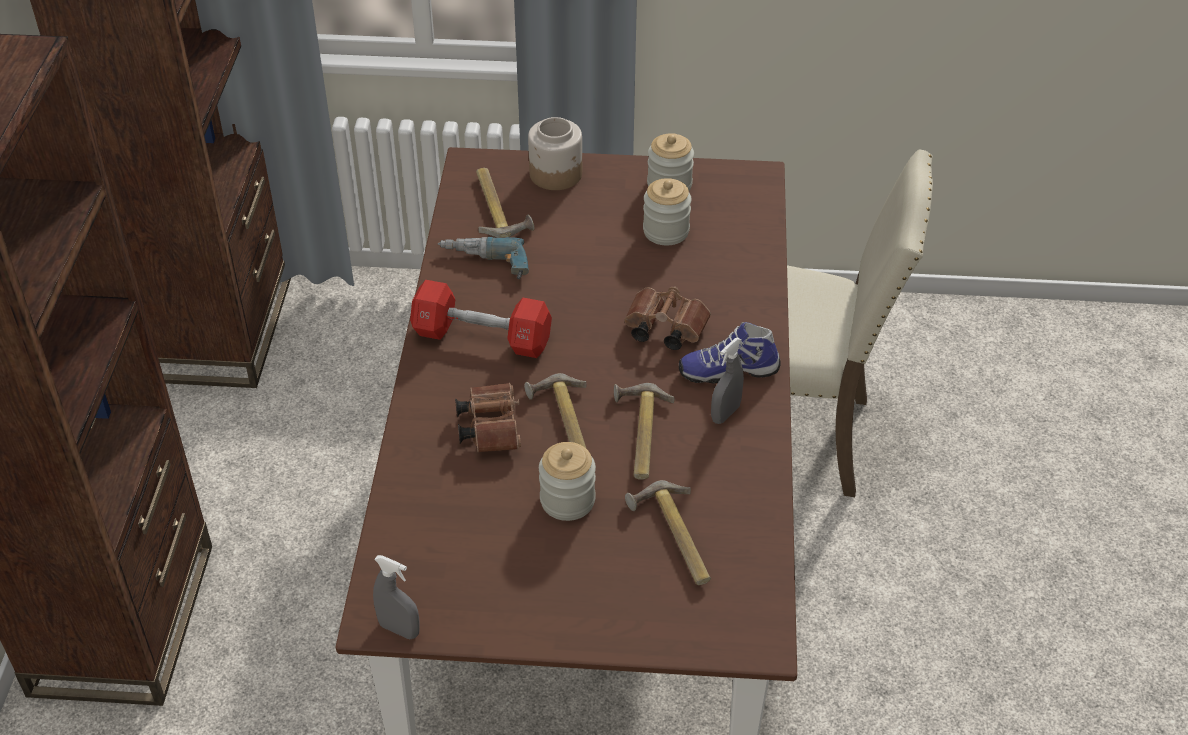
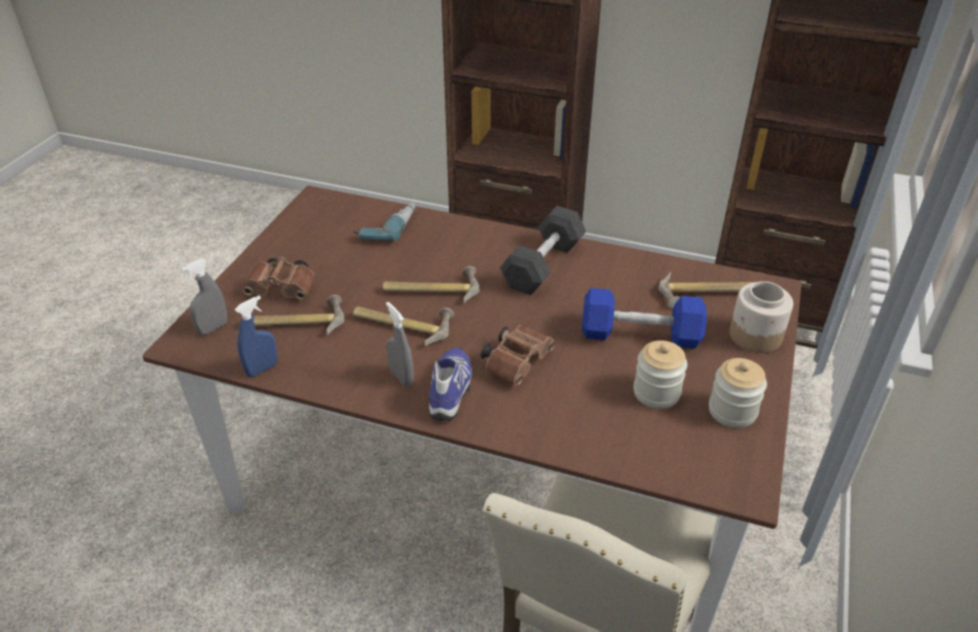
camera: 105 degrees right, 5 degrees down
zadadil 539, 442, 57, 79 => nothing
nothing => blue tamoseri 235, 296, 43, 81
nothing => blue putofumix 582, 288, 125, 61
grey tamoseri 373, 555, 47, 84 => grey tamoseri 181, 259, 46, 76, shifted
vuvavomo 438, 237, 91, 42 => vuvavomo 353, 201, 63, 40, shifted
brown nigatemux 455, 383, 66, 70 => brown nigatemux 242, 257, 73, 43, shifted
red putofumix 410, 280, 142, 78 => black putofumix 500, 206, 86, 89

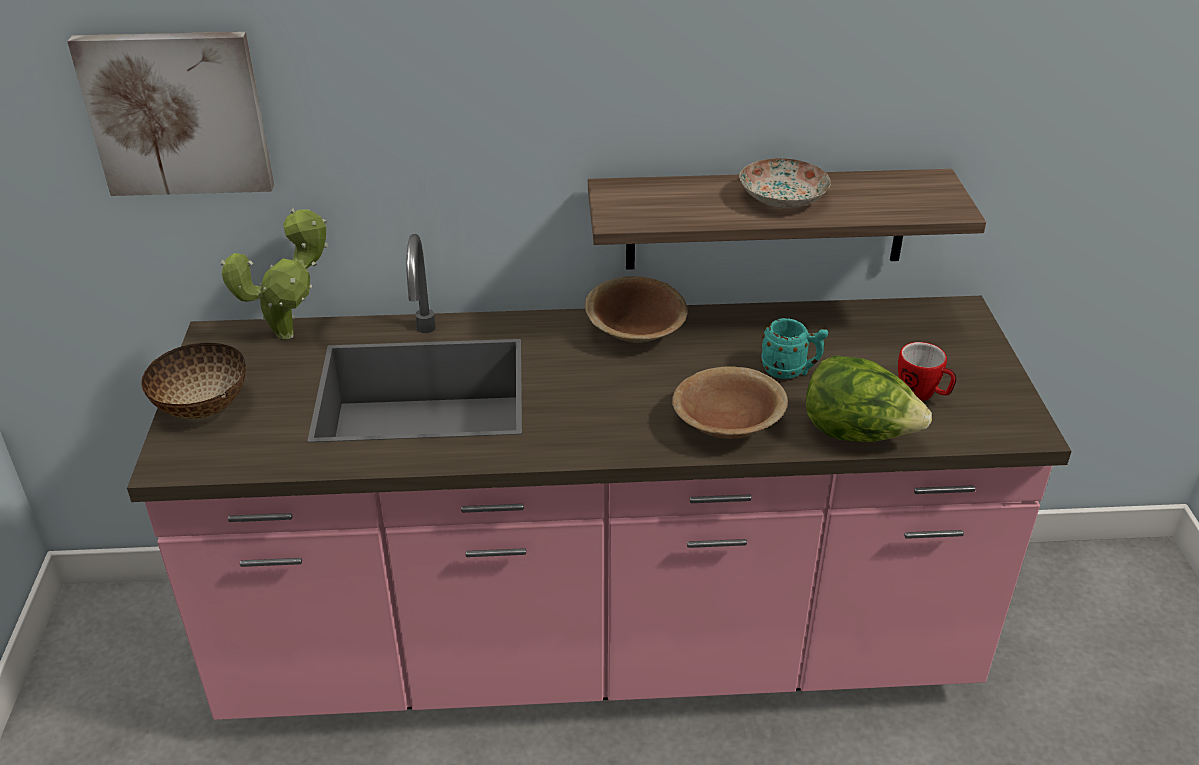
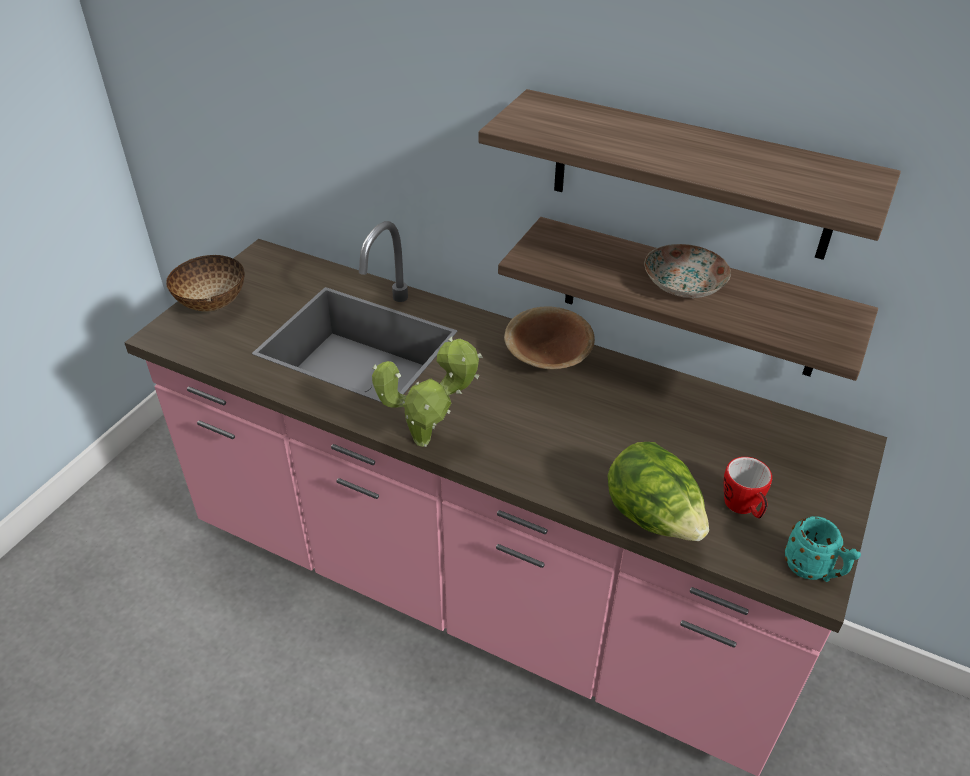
camera: 30 degrees right, 5 degrees up
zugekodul 67, 32, 207, 164 => nothing
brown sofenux 672, 367, 116, 72 => nothing
nothing => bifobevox 479, 89, 422, 171
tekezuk 220, 208, 108, 132 => tekezuk 372, 337, 111, 110, shifted
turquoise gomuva 761, 318, 67, 61 => turquoise gomuva 785, 516, 76, 66, shifted

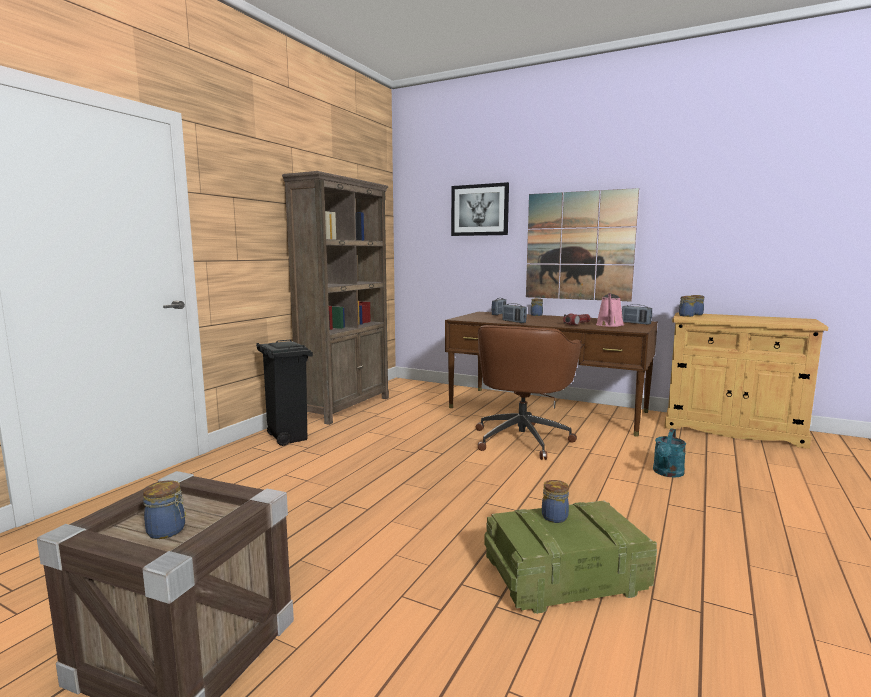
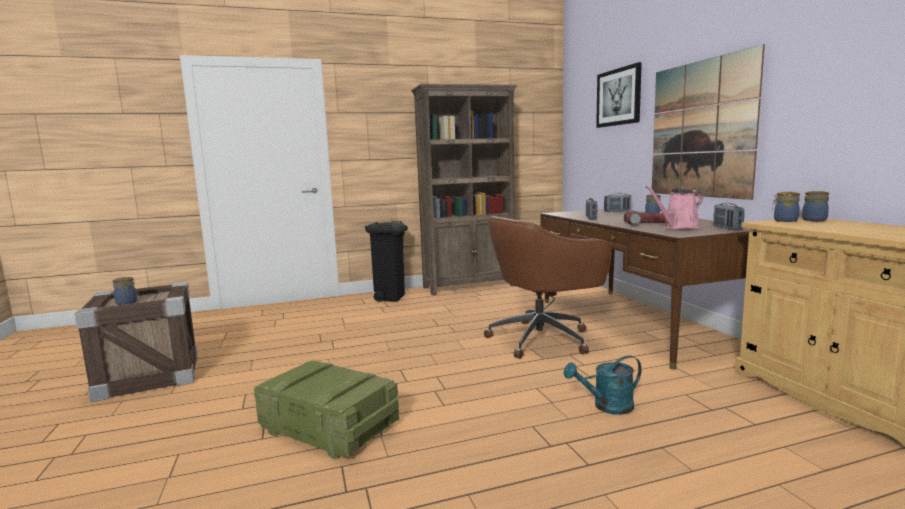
camera: 45 degrees right, 0 degrees up
zadadil 542, 480, 27, 43 => nothing

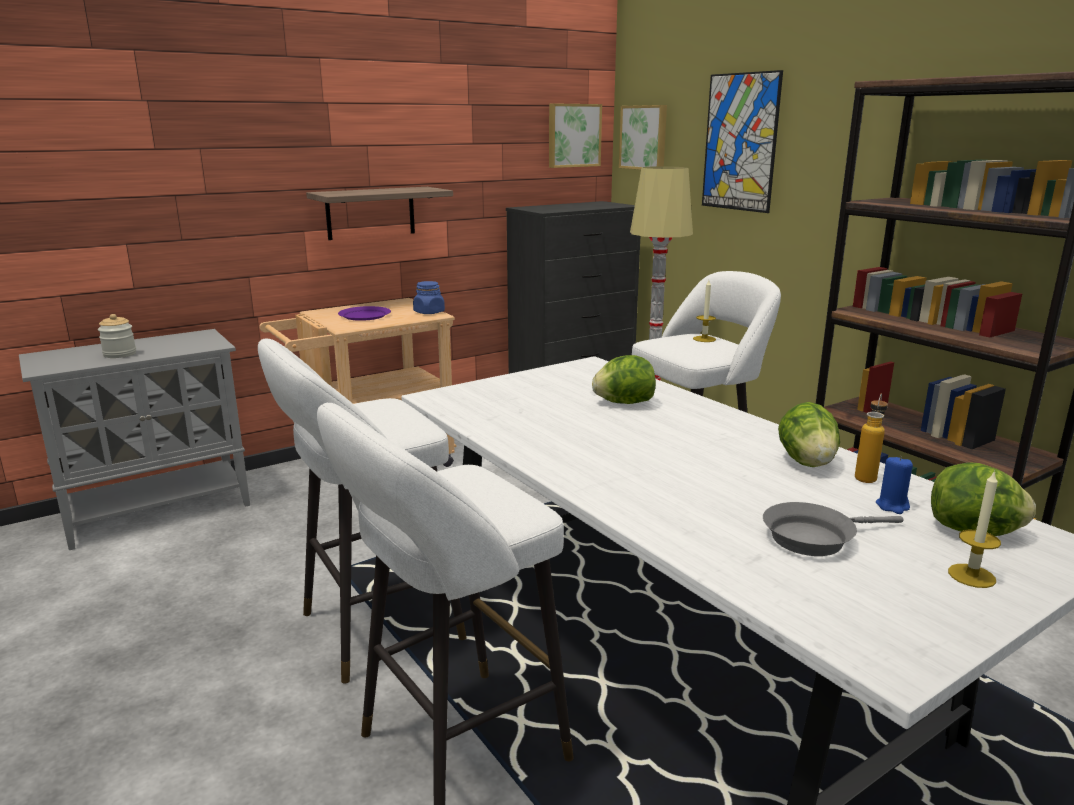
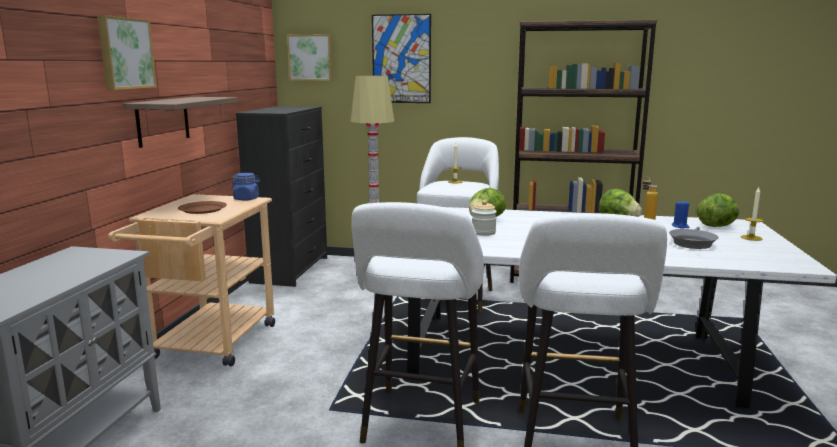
camera: 45 degrees left, 5 degrees down
zadadil 98, 314, 38, 44 => zadadil 472, 200, 25, 36, shifted
zugekodul 549, 103, 53, 65 => zugekodul 97, 15, 60, 75, shifted
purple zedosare 338, 306, 53, 15 => brown zedosare 178, 201, 49, 13

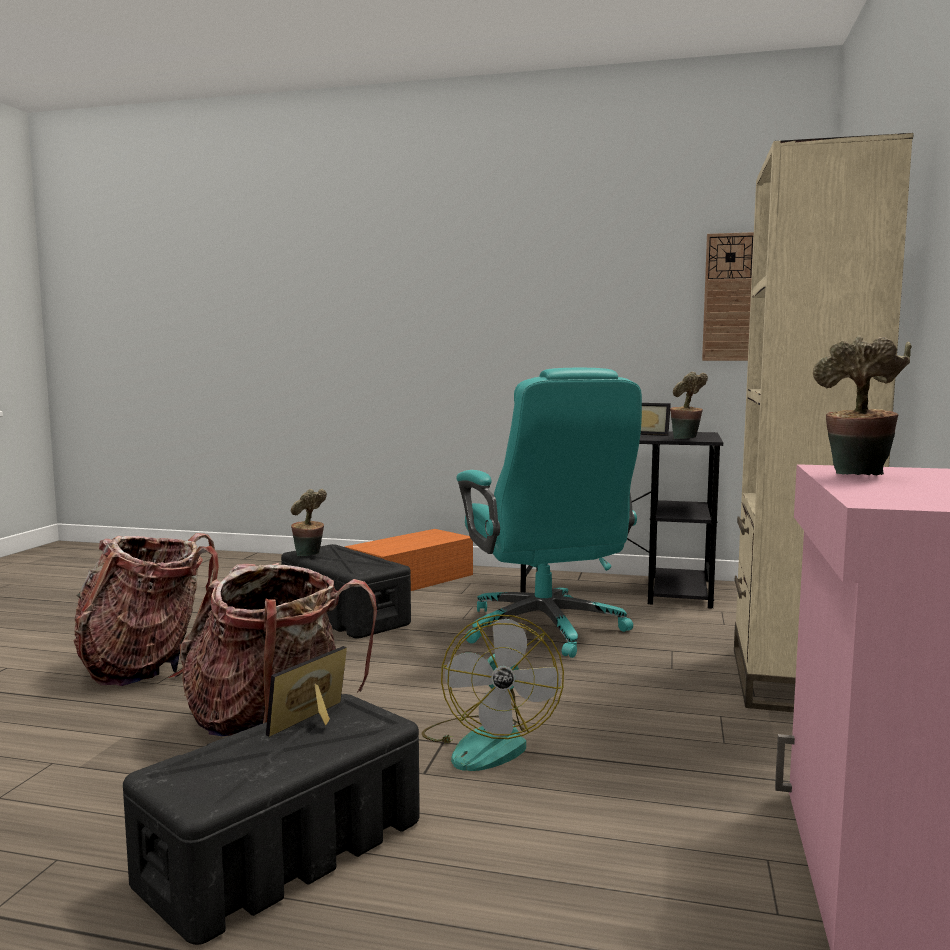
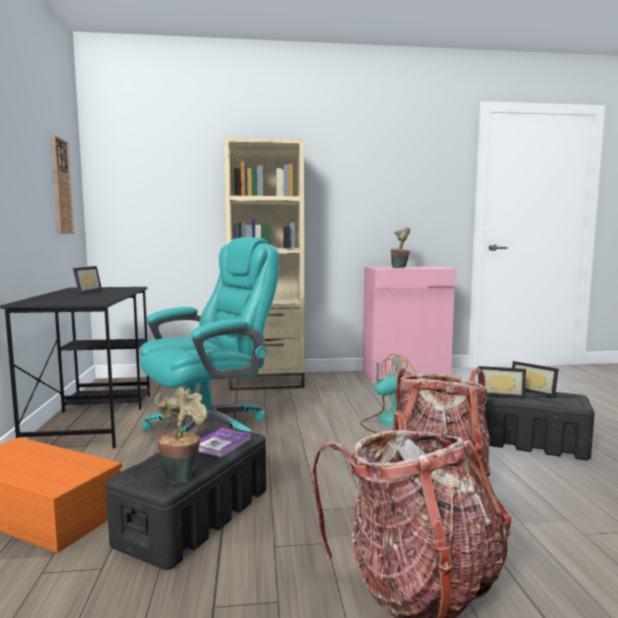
camera: 110 degrees left, 0 degrees up
tekezuk 670, 372, 38, 67 => nothing
nothing => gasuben 198, 428, 53, 30
nothing => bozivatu 512, 361, 46, 37

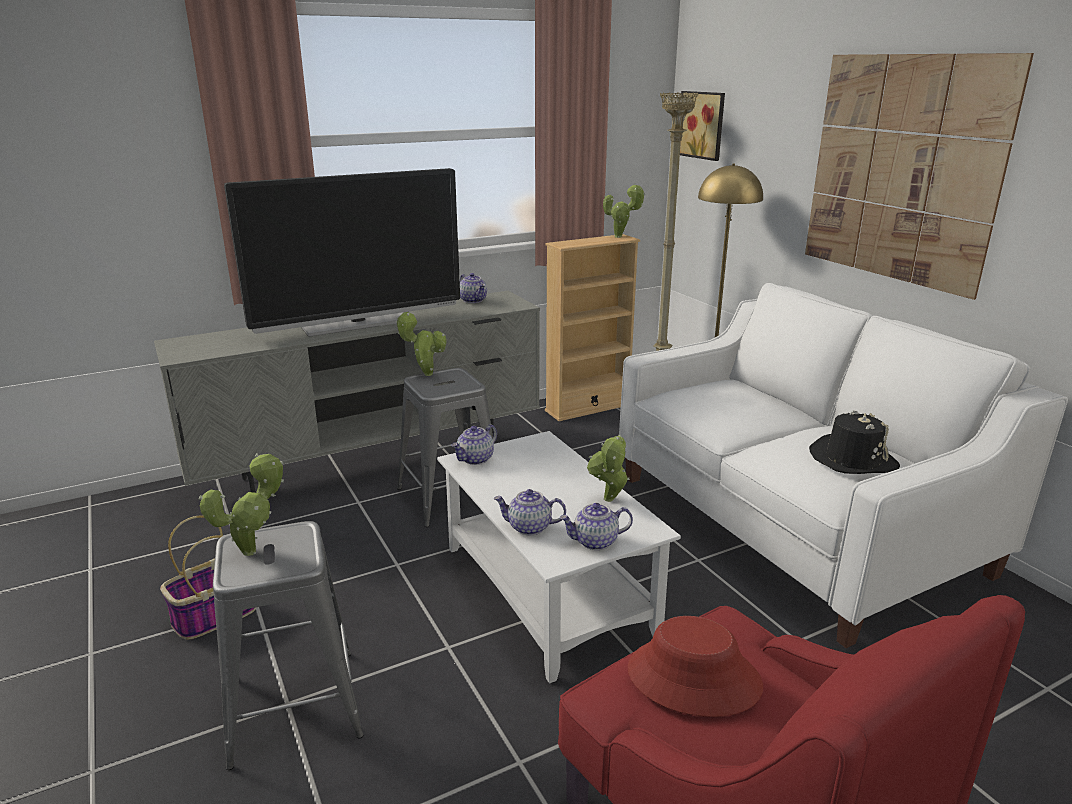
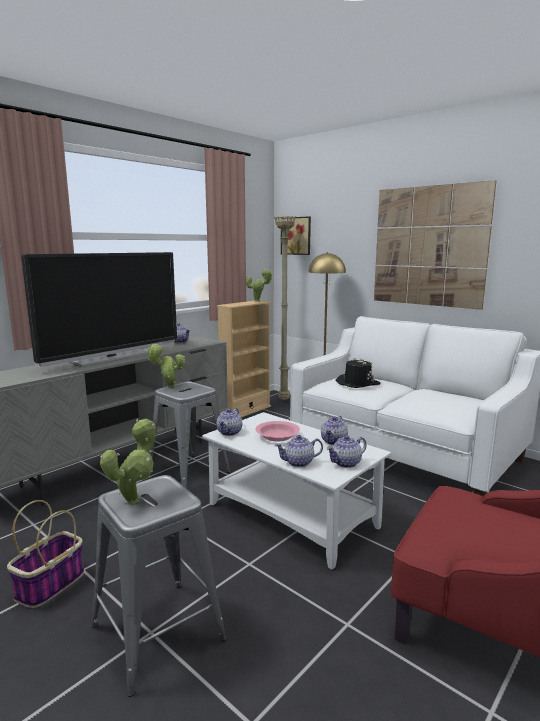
camera: 20 degrees left, 10 degrees down
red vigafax 628, 616, 135, 101 => nothing
nothing => pink sofenux 255, 421, 45, 20
black vigafax 809, 410, 91, 64 => black vigafax 335, 358, 45, 30, shifted
tekezuk 587, 435, 43, 67 => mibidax 321, 416, 27, 29

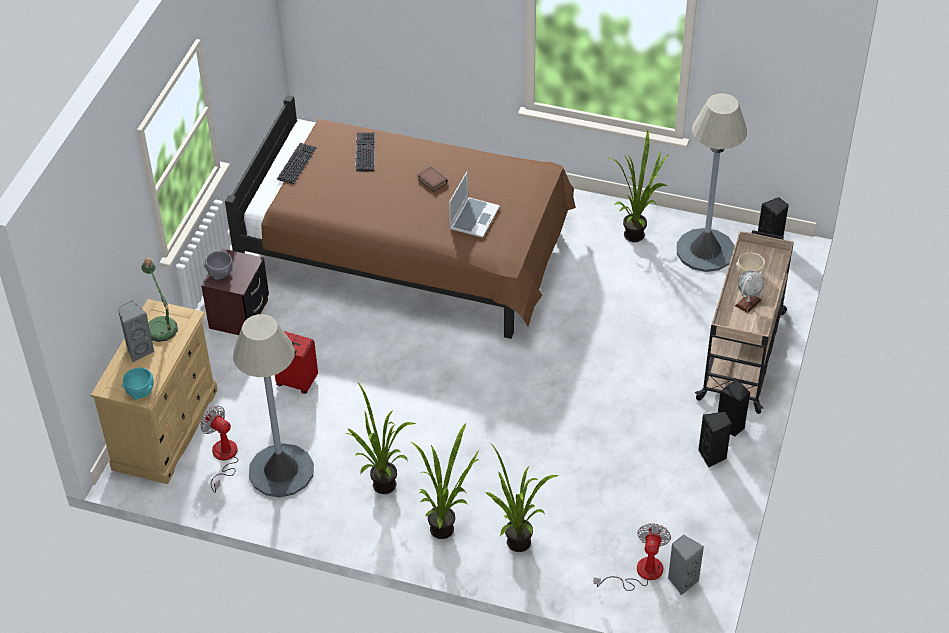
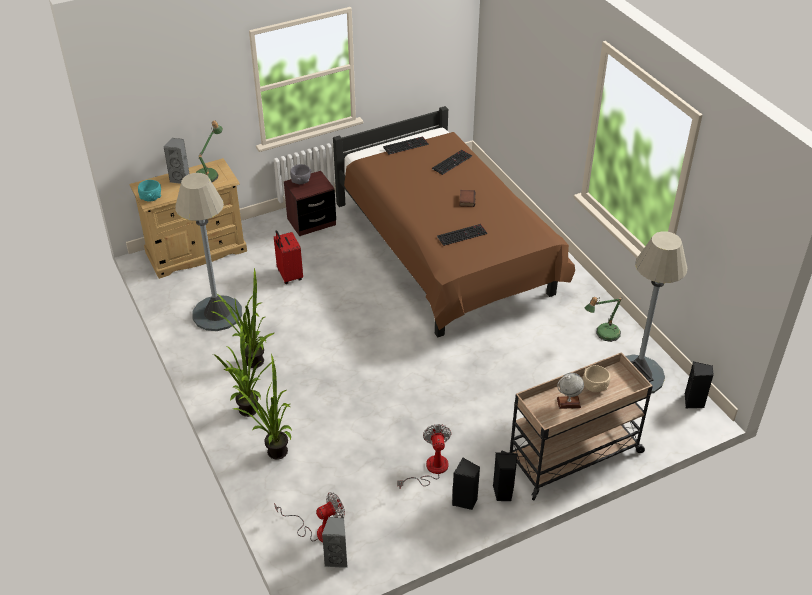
camera: 45 degrees right, 5 degrees down
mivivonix 200, 406, 39, 87 => mivivonix 397, 424, 54, 65, shifted
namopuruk 449, 172, 51, 66 => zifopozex 437, 224, 50, 22
tekezuk 610, 128, 59, 114 => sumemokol 585, 297, 38, 45

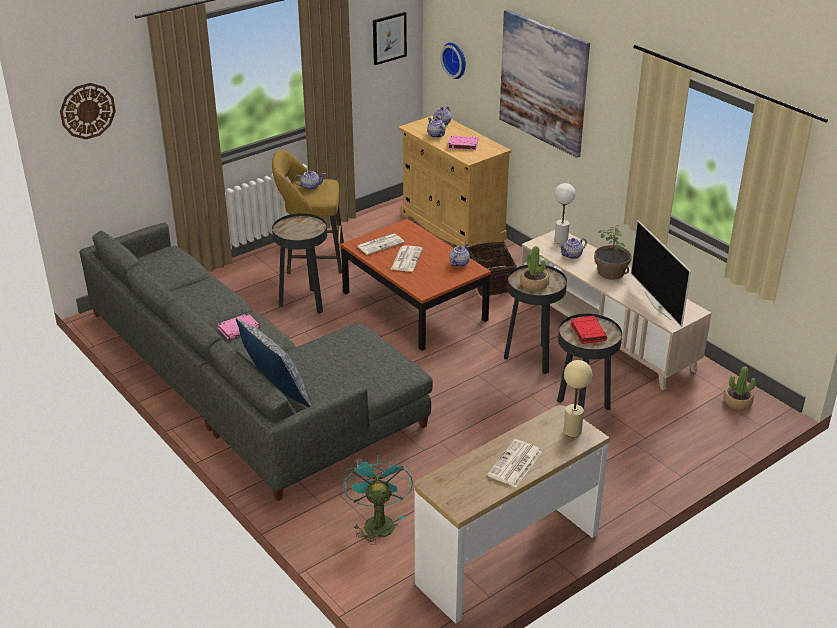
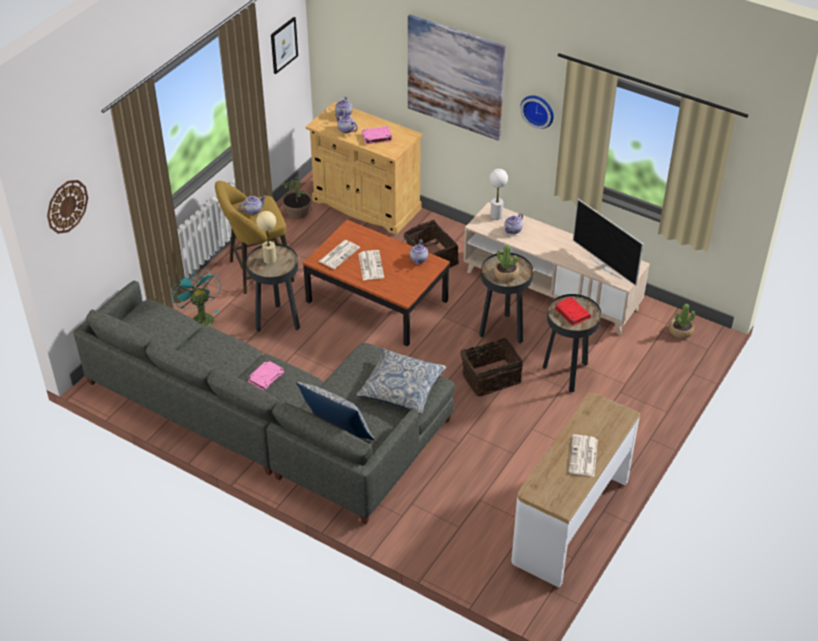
camera: 20 degrees left, 10 degrees up
nothing => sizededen 356, 348, 90, 66
nothing => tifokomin 460, 338, 63, 59
turquoise mivivonix 343, 454, 70, 91 => turquoise mivivonix 171, 269, 50, 57, shifted
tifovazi 440, 43, 26, 36 => tifovazi 520, 95, 34, 34, shifted
beige sumemokol 563, 360, 29, 77 => beige sumemokol 256, 211, 20, 53, shifted
tekezuk 594, 225, 38, 55 => tekezuk 282, 177, 30, 42, shifted

